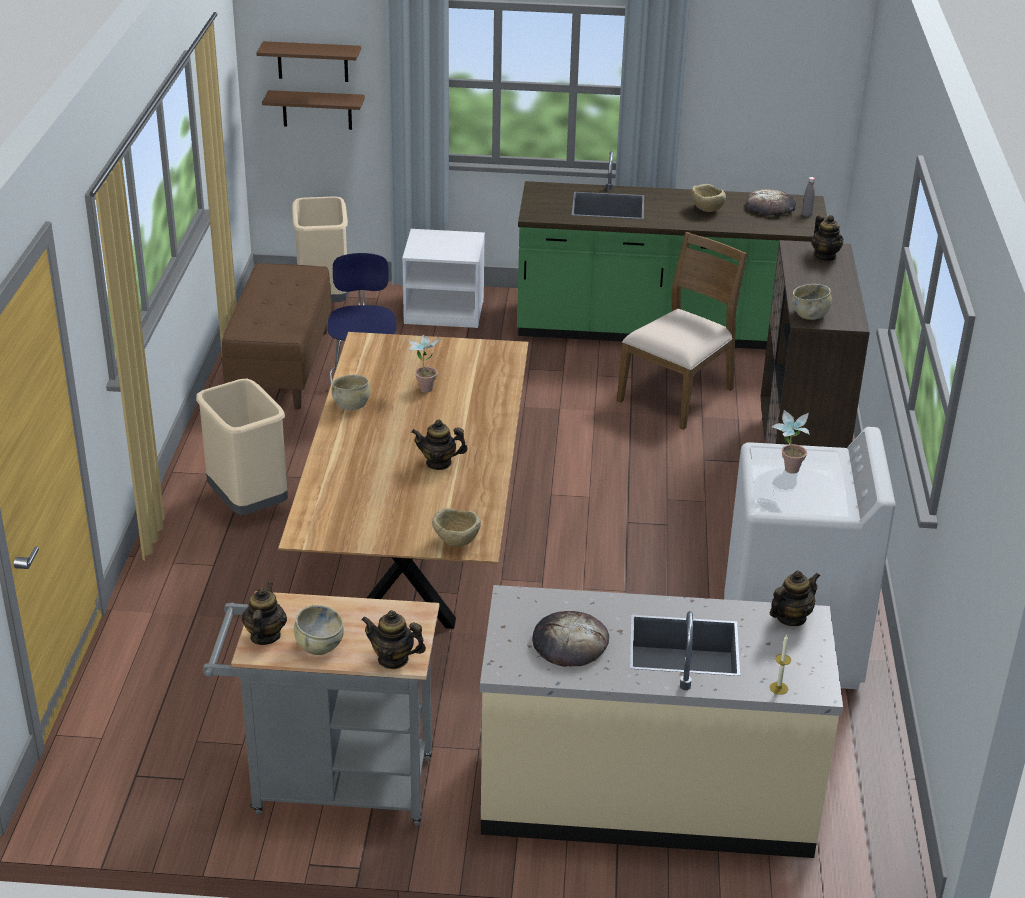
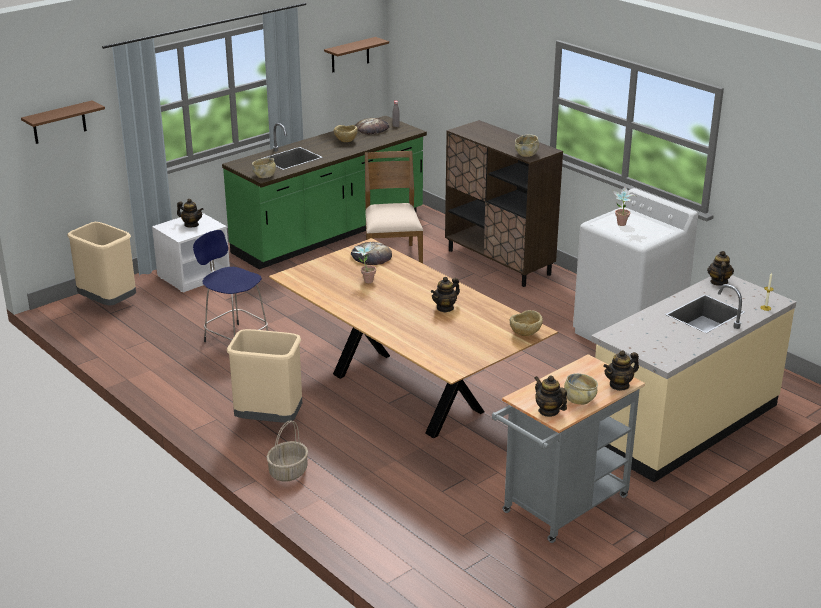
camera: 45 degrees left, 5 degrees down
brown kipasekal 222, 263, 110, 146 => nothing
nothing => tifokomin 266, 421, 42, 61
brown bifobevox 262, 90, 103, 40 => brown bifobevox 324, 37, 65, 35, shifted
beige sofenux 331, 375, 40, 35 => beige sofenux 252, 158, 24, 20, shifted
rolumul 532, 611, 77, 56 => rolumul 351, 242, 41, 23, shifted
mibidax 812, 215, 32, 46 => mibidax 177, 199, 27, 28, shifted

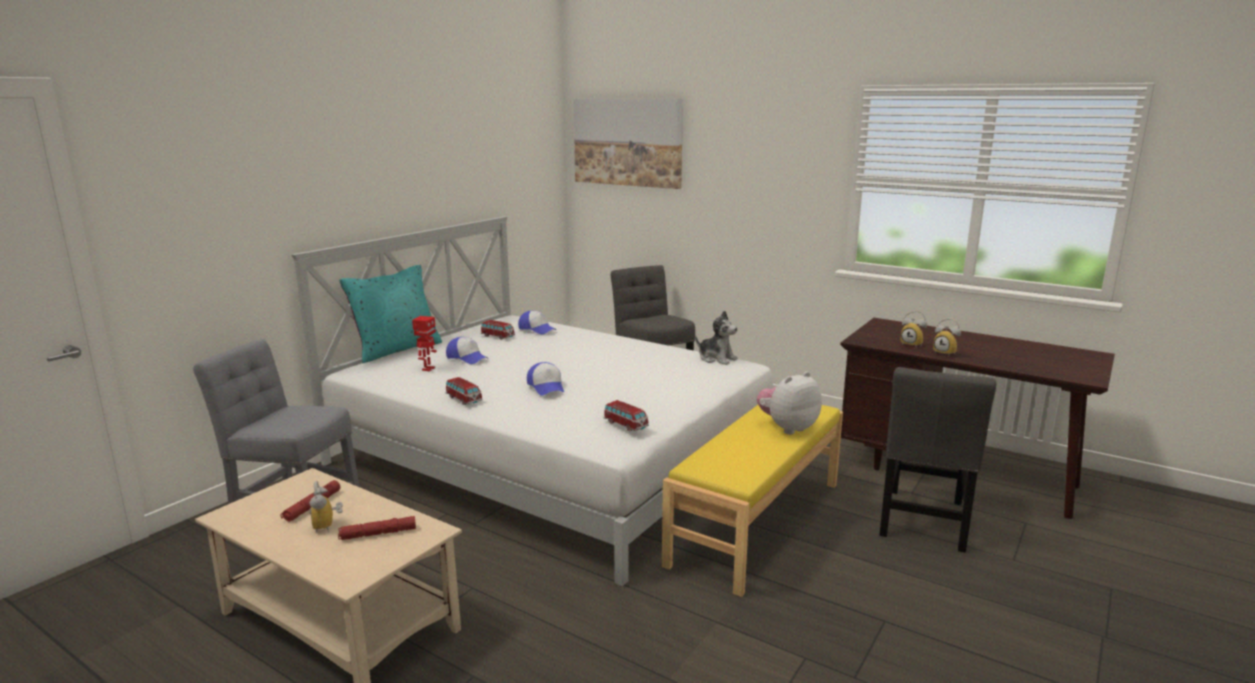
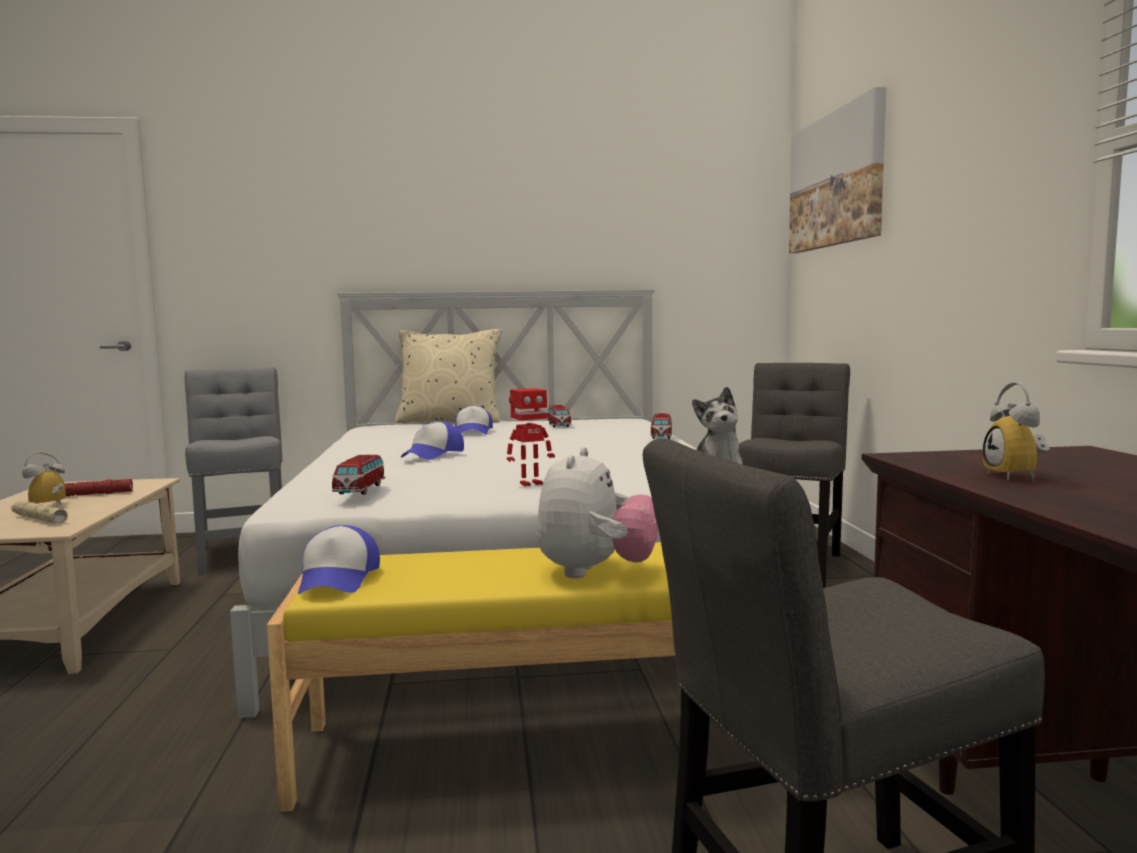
camera: 50 degrees right, 10 degrees down
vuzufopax 933, 318, 28, 37 => nothing
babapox 412, 316, 25, 56 => babapox 507, 388, 48, 98, shifted
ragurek 446, 377, 37, 28 => ragurek 651, 413, 21, 26, shifted
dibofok 518, 310, 38, 24 => dibofok 298, 525, 82, 69, shifted
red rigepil 338, 516, 78, 24 => beige rigepil 11, 500, 57, 24
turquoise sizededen 339, 265, 103, 98 => beige sizededen 395, 329, 107, 94
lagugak 757, 372, 65, 63 => lagugak 536, 447, 123, 131, 90 degrees clockwise

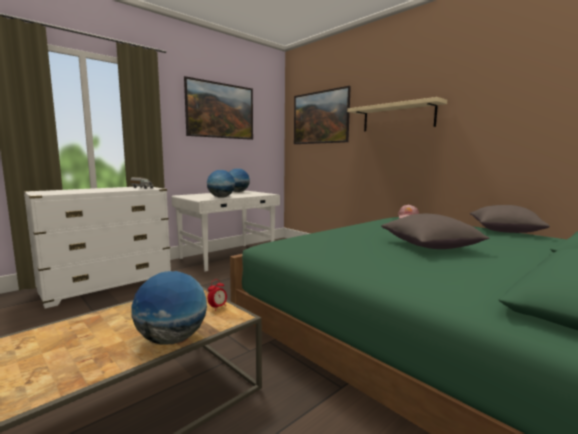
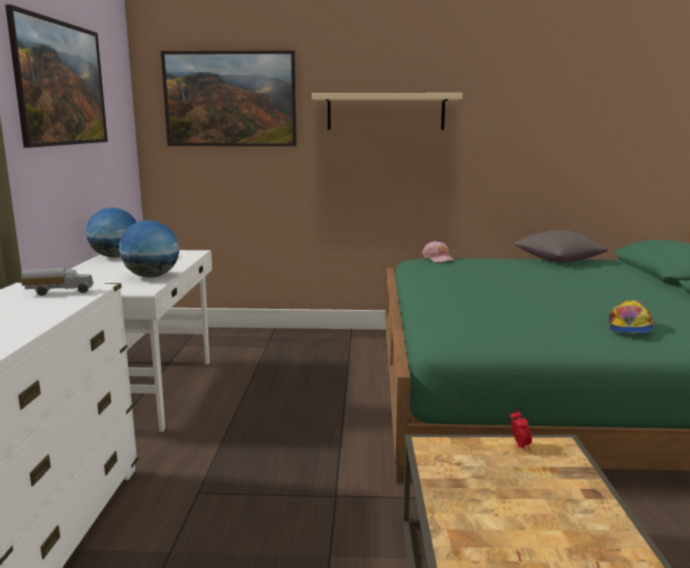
camera: 45 degrees left, 5 degrees up
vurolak 131, 271, 76, 74 => nothing
grey sizededen 381, 214, 109, 35 => nothing
nothing => dibofok 609, 300, 45, 33

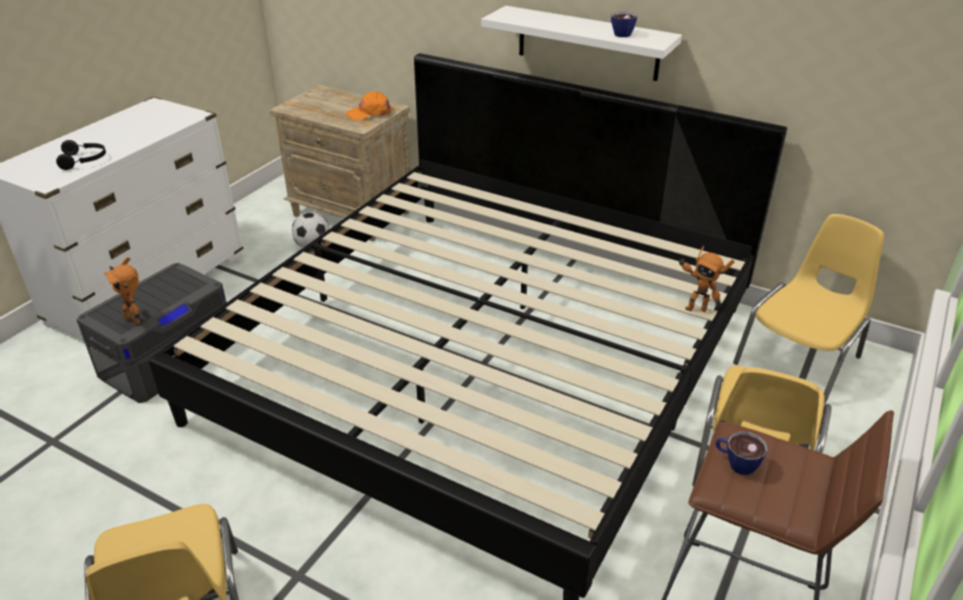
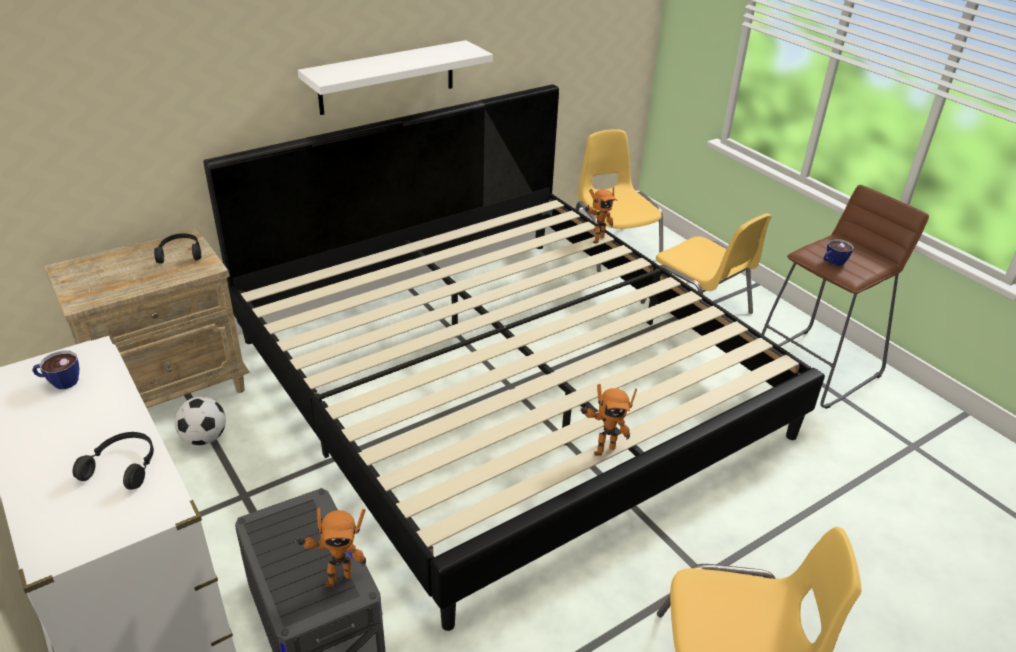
camera: 65 degrees left, 0 degrees up
nothing => babapox 580, 384, 57, 72
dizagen 611, 12, 26, 25 => dizagen 32, 351, 47, 38, shifted
orange dibofok 346, 92, 46, 28 => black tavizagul 154, 234, 47, 30

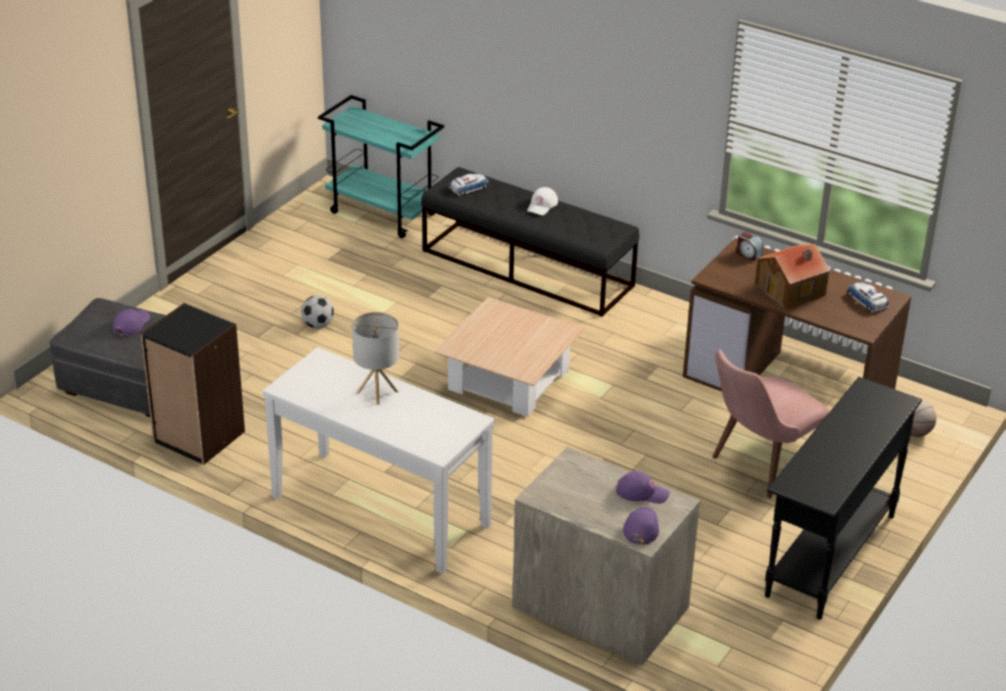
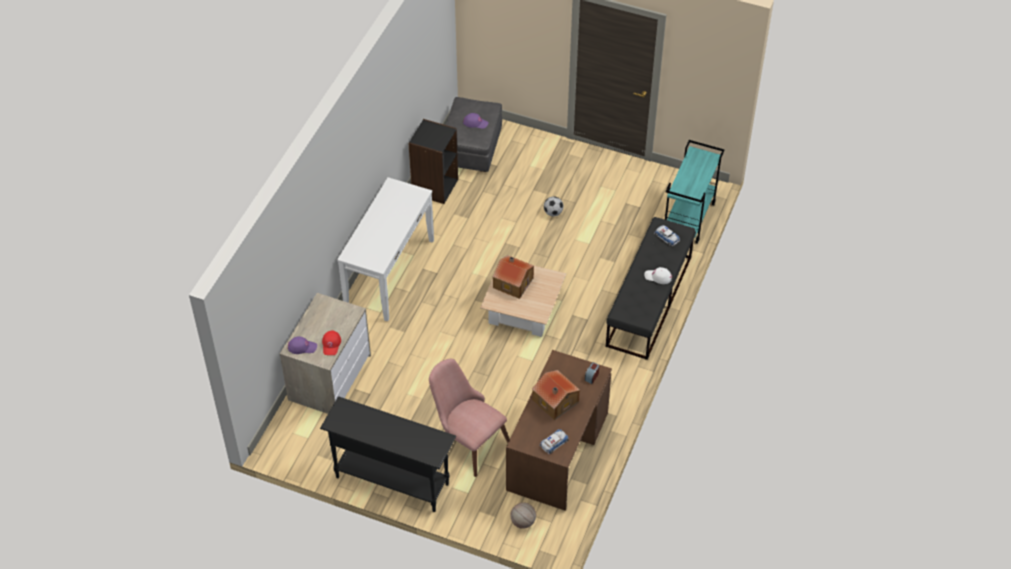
camera: 80 degrees right, 15 degrees up
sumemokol 352, 312, 47, 93 => nothing
nothing => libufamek 493, 255, 41, 44
purple dibofok 616, 471, 54, 33 => red dibofok 322, 330, 19, 25

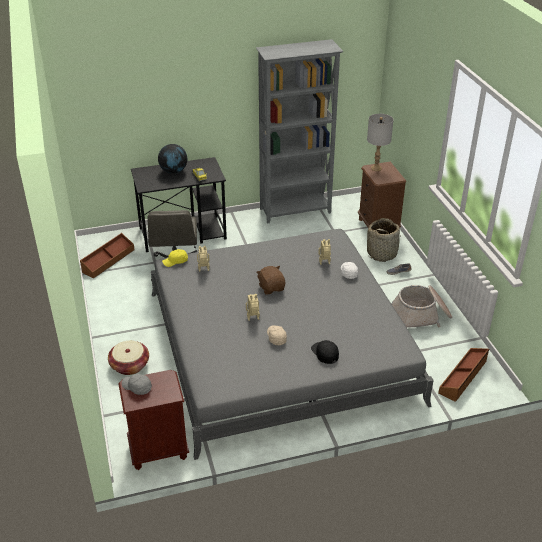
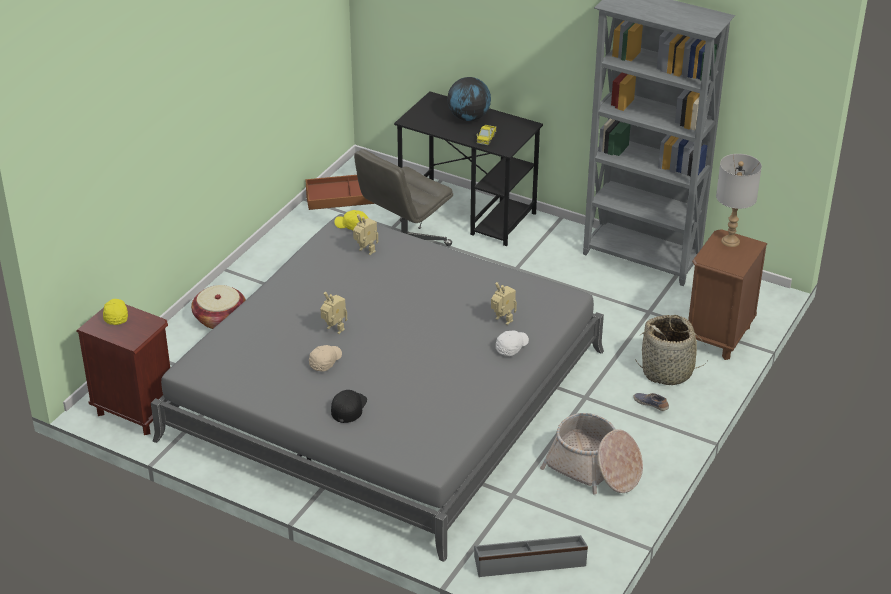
camera: 45 degrees right, 0 degrees up
brown lagugak 256, 266, 29, 29 => nothing
grey dibofok 122, 374, 30, 21 => yellow dibofok 103, 299, 25, 26
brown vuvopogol 438, 348, 51, 54 => grey vuvopogol 474, 535, 114, 42

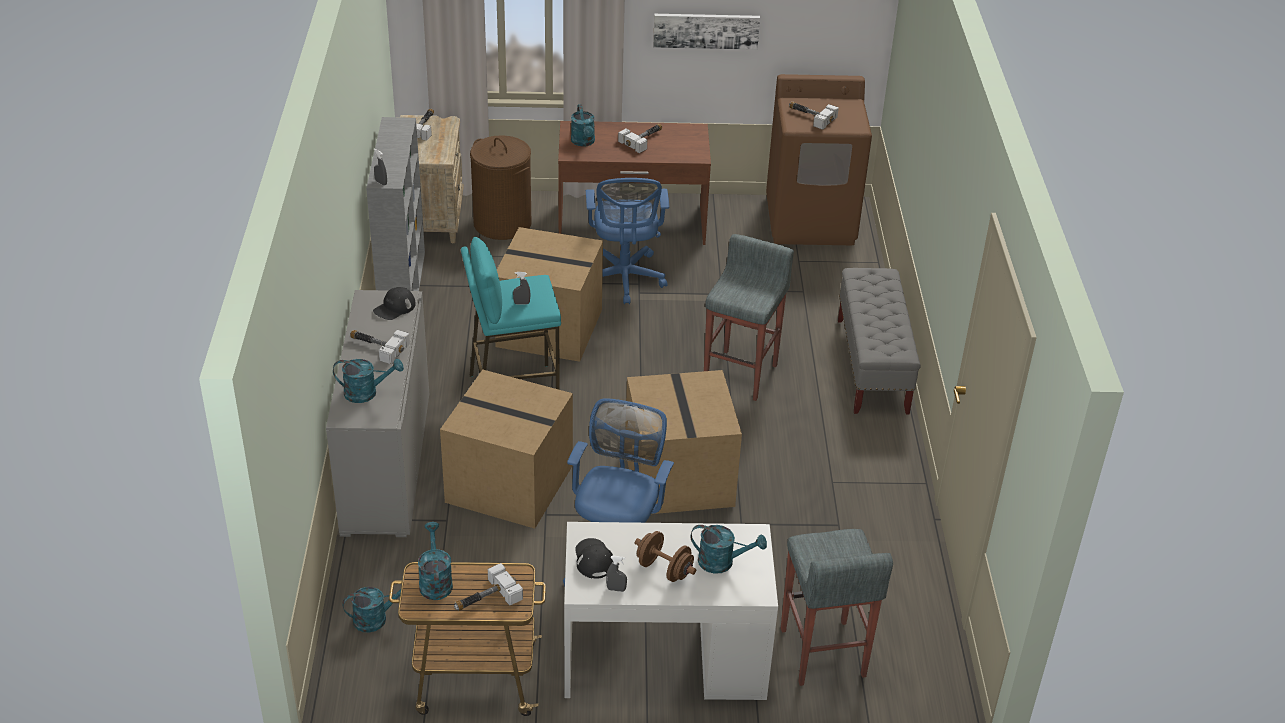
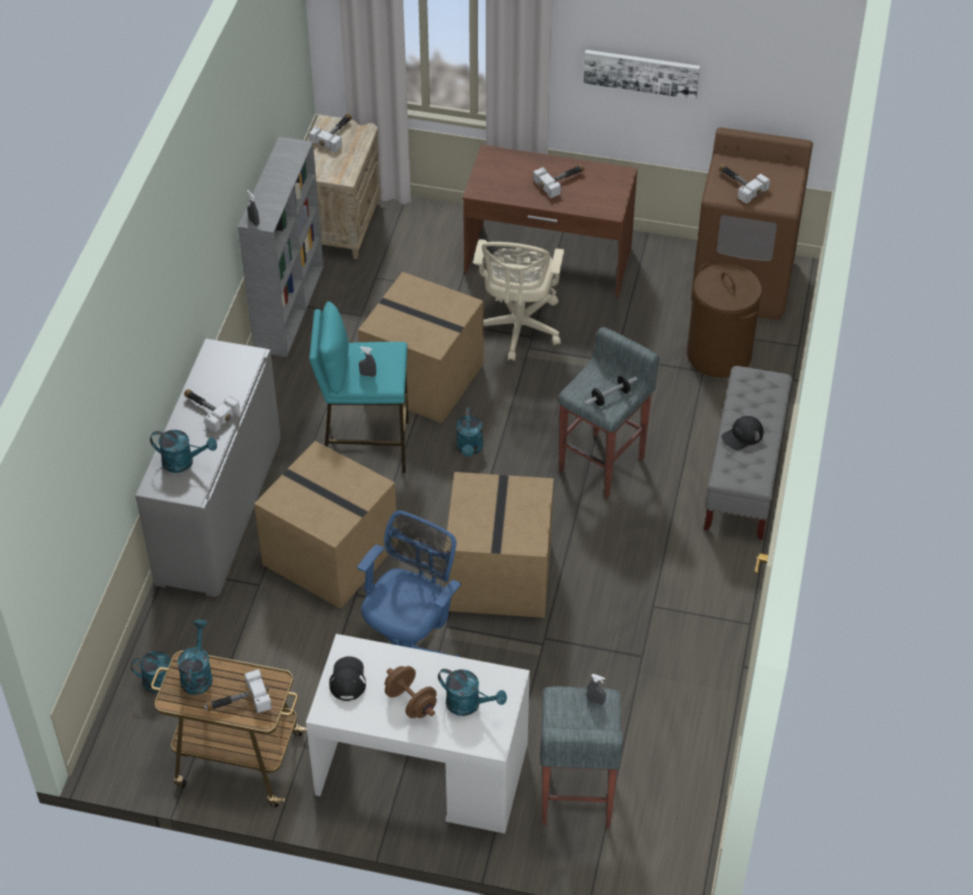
camera: 15 degrees right, 10 degrees up
nothing => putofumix 584, 376, 53, 30
black dibofok 373, 287, 43, 33 => black dibofok 721, 416, 42, 34, shifted
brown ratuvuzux 470, 135, 62, 105 => brown ratuvuzux 687, 263, 75, 115, shifted
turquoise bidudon 571, 104, 24, 43 => turquoise bidudon 456, 408, 27, 49, shifted
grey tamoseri 606, 556, 21, 36 => grey tamoseri 587, 674, 19, 31, shifted
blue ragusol 586, 178, 83, 126 => beige ragusol 473, 239, 91, 122

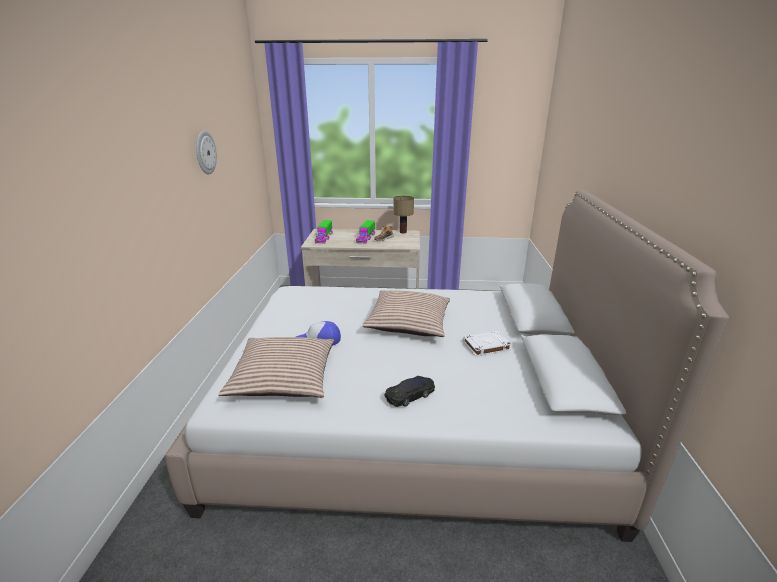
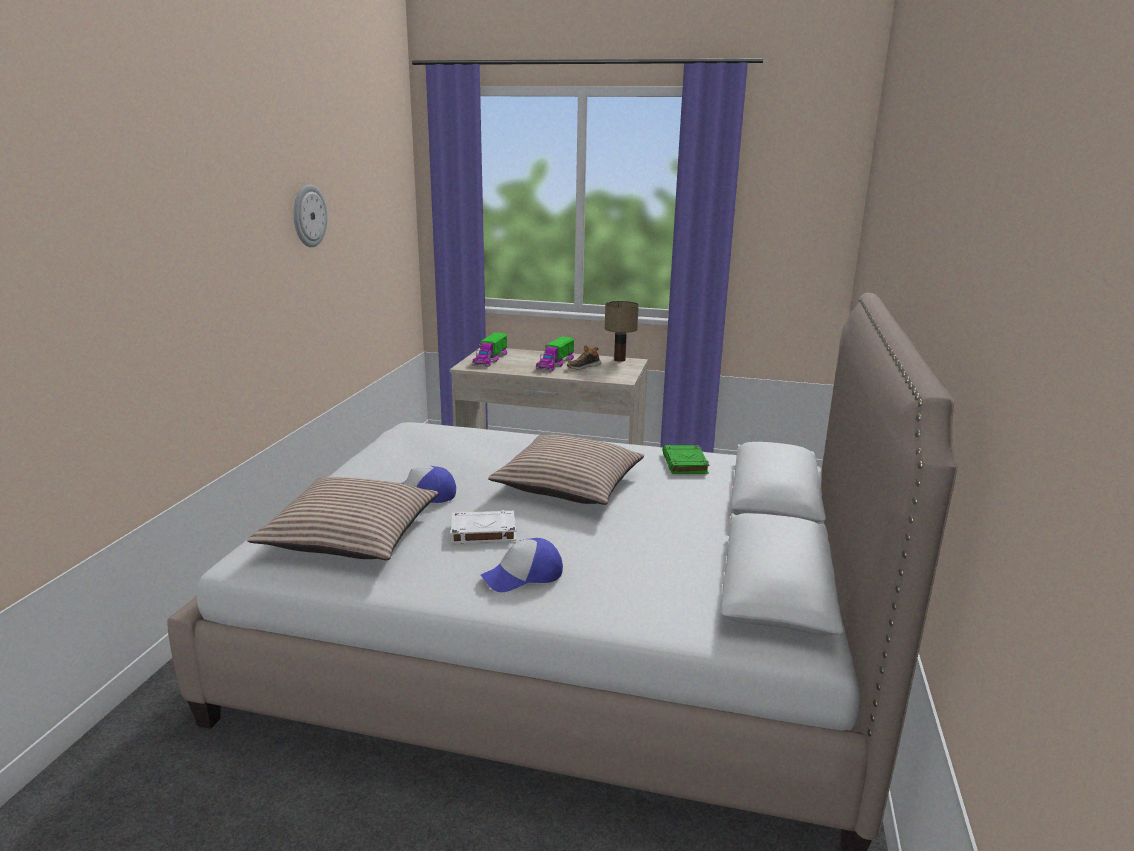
camera: 10 degrees right, 5 degrees down
nothing => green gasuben 662, 445, 47, 29
white gasuben 463, 331, 49, 25 => white gasuben 451, 510, 65, 34, shifted
black ragurek 384, 376, 51, 31 => dibofok 481, 538, 82, 54

